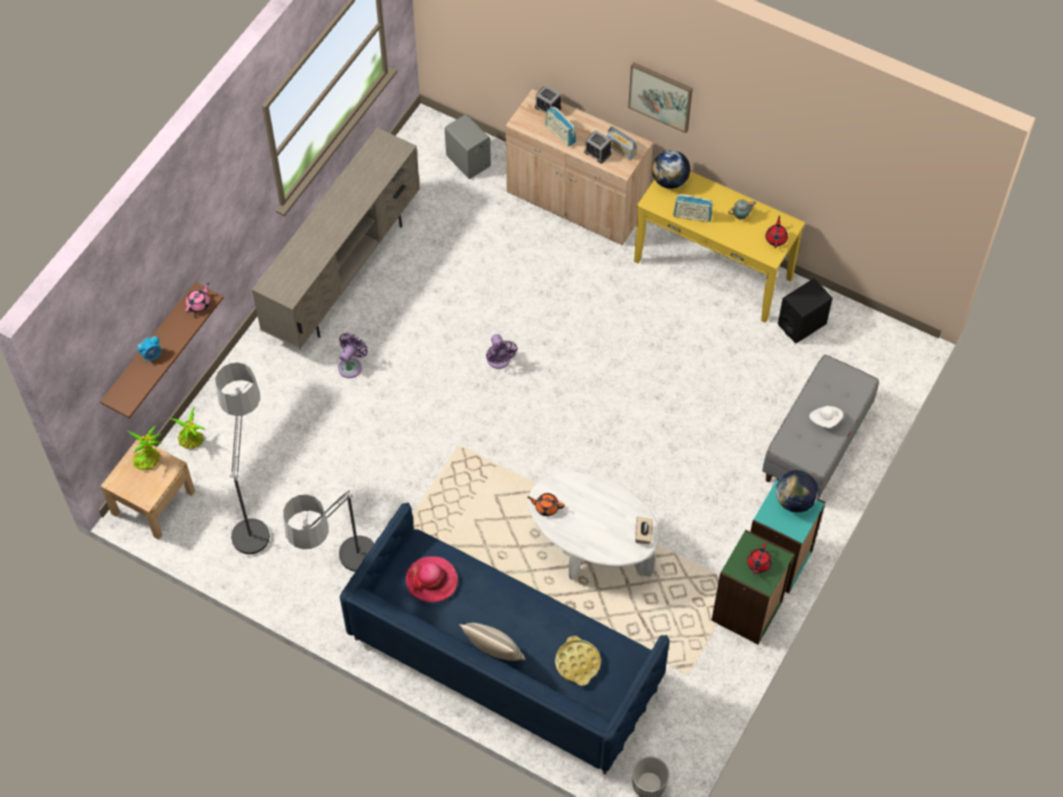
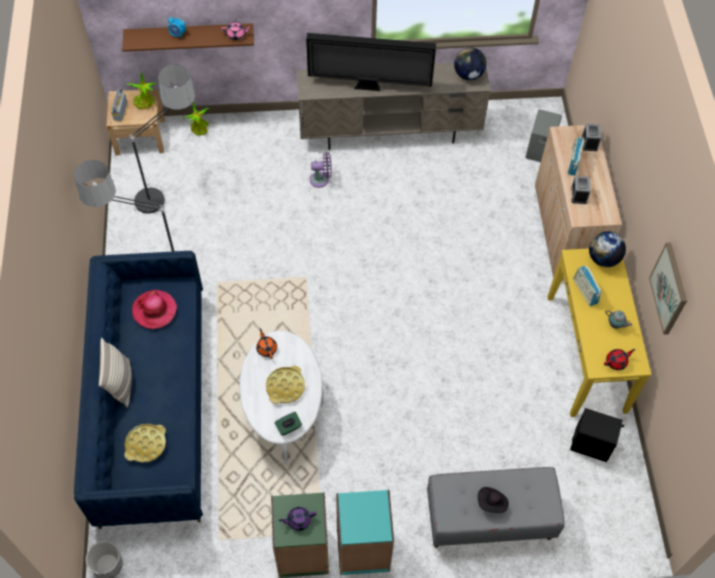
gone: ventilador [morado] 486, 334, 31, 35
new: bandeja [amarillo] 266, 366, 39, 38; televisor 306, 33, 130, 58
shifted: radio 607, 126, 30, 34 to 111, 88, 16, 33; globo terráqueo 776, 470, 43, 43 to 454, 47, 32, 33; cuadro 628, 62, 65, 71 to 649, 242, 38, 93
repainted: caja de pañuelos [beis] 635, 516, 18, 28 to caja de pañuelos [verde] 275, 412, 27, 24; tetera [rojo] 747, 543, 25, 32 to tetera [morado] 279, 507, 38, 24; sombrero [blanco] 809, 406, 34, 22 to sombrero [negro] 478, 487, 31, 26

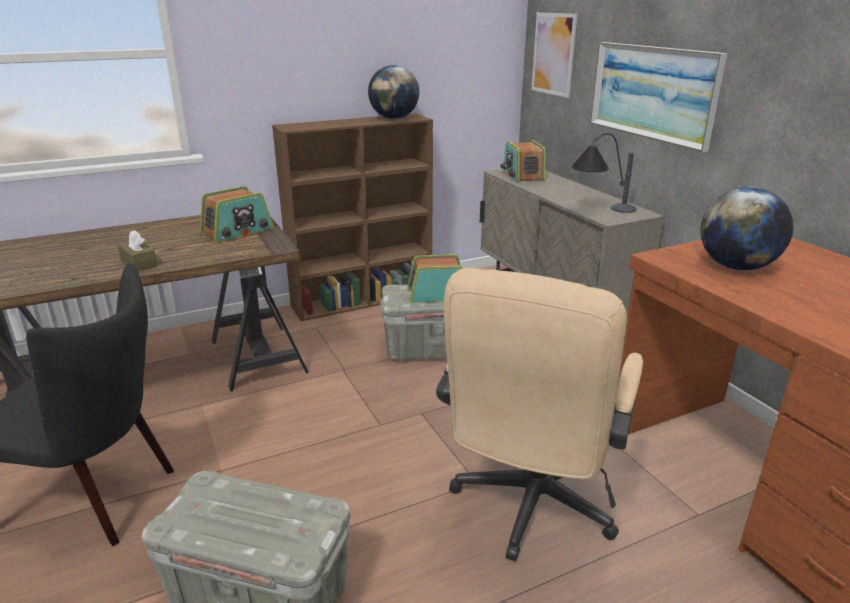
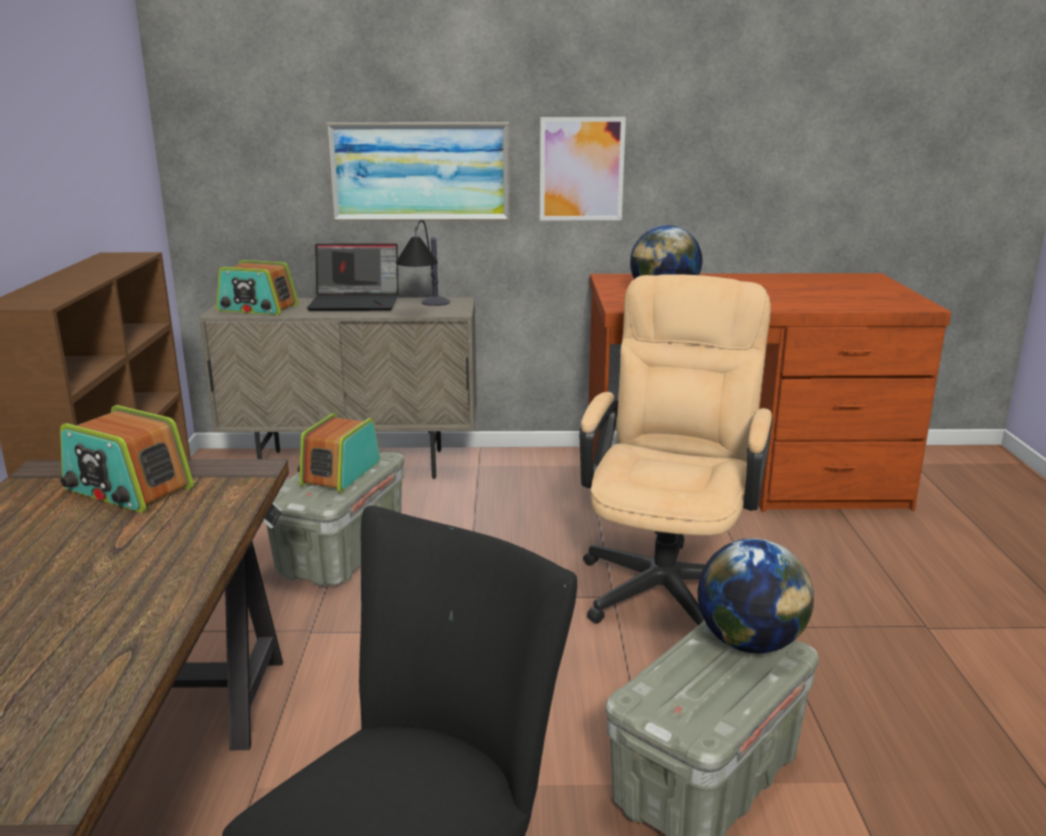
gone: caja de pañuelos [marrón] 118, 230, 40, 42
new: portátil 307, 243, 92, 68
shifted: cuadro 531, 12, 46, 86 to 540, 117, 86, 103; globo terráqueo 368, 65, 51, 54 to 697, 538, 117, 116
rotated: radio 200, 186, 73, 57 = 60, 405, 134, 107 135 degrees clockwise; silla de oficina [beis] 436, 268, 207, 293 = 579, 274, 194, 351 120 degrees counterclockwise

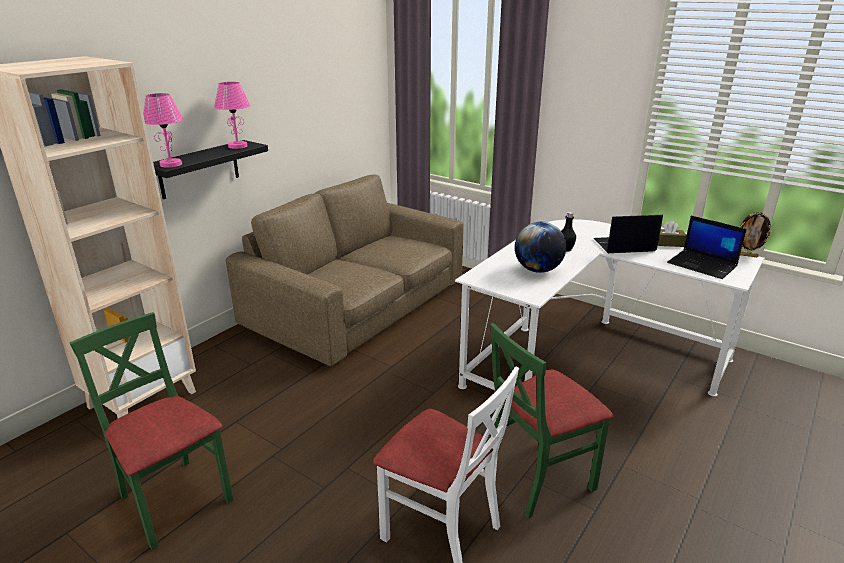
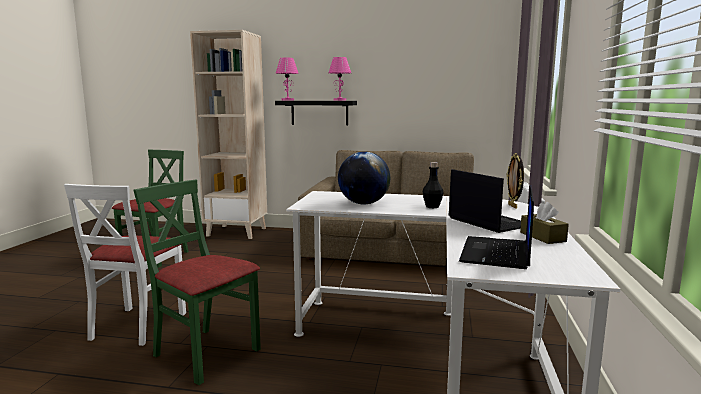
shifted: portarretratos 740, 211, 33, 46 to 507, 153, 17, 56

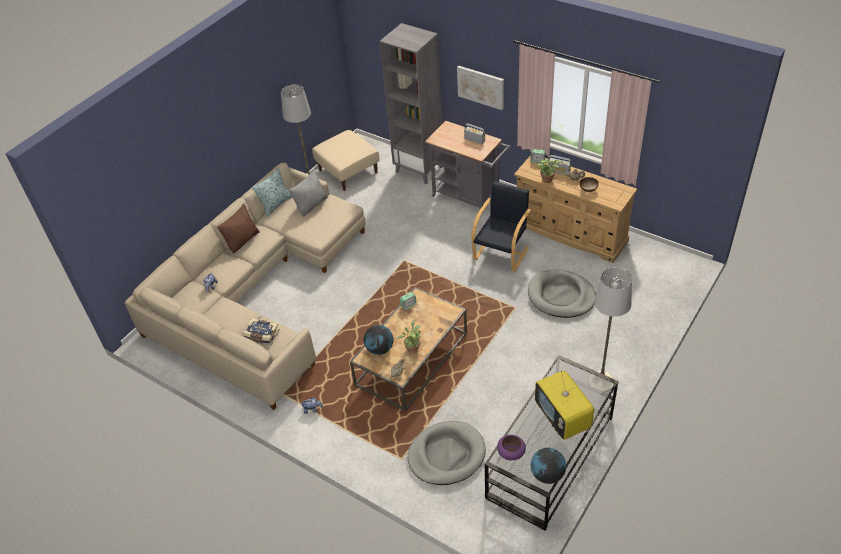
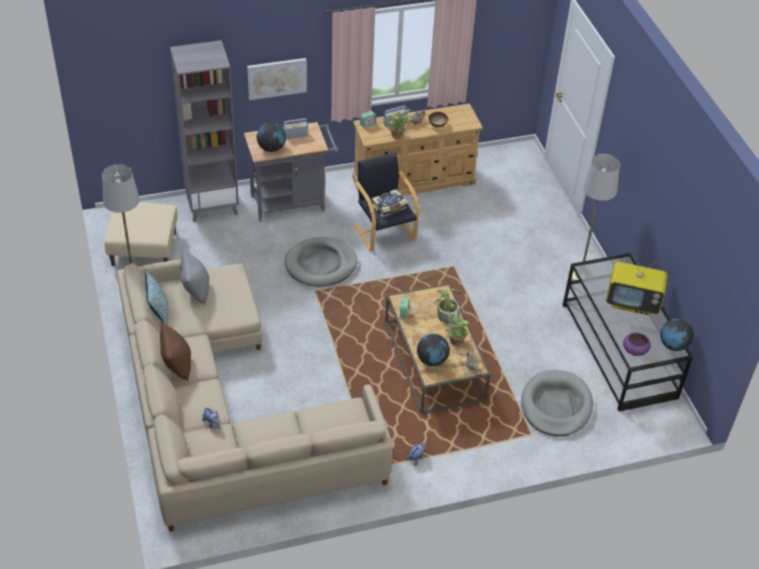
new: globo terráqueo 257, 122, 29, 30; planta en maceta 433, 288, 28, 36
shifted: cama para perro [gris] 528, 270, 68, 48 to 285, 237, 73, 50; libro 243, 318, 37, 27 to 372, 189, 35, 28

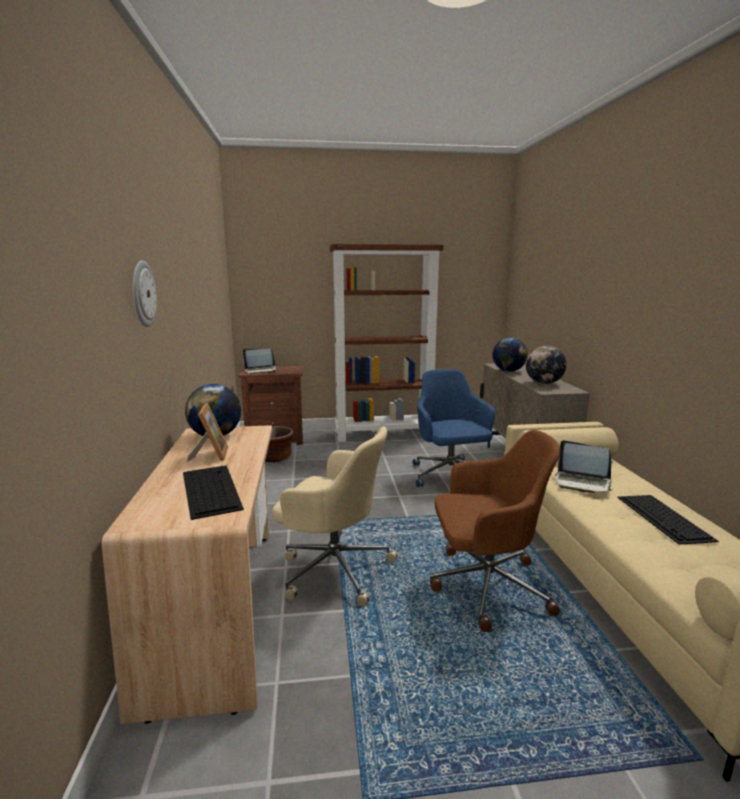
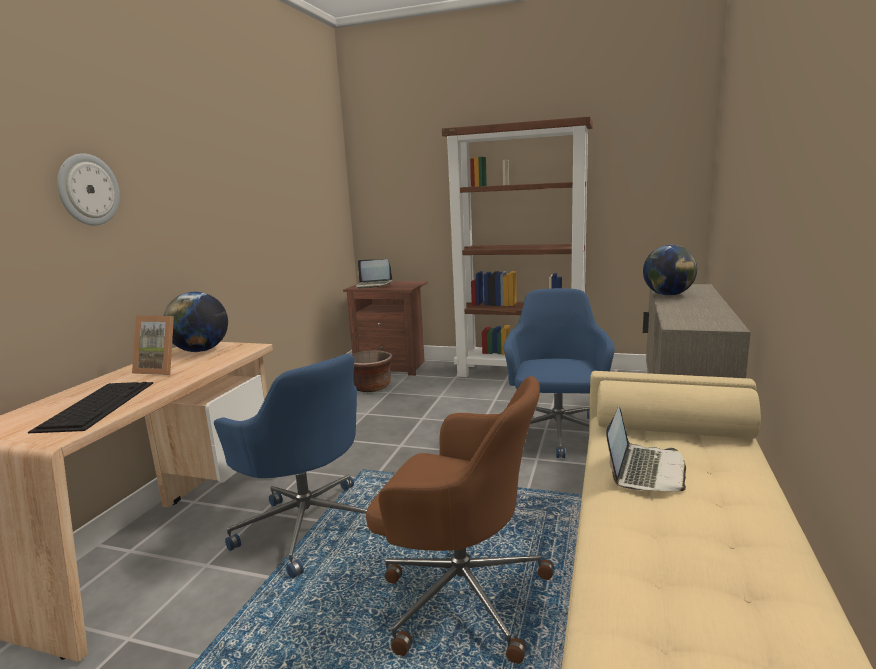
gone: globo terráqueo 526, 346, 40, 38; teclado 617, 495, 102, 50
repainted: silla de oficina [beis] 272, 426, 126, 181 to silla de oficina [azul] 214, 354, 153, 225
rotated: portarretratos 186, 403, 42, 59 = 132, 316, 42, 59 90 degrees clockwise; portátil 555, 440, 57, 53 = 606, 406, 80, 86 120 degrees counterclockwise

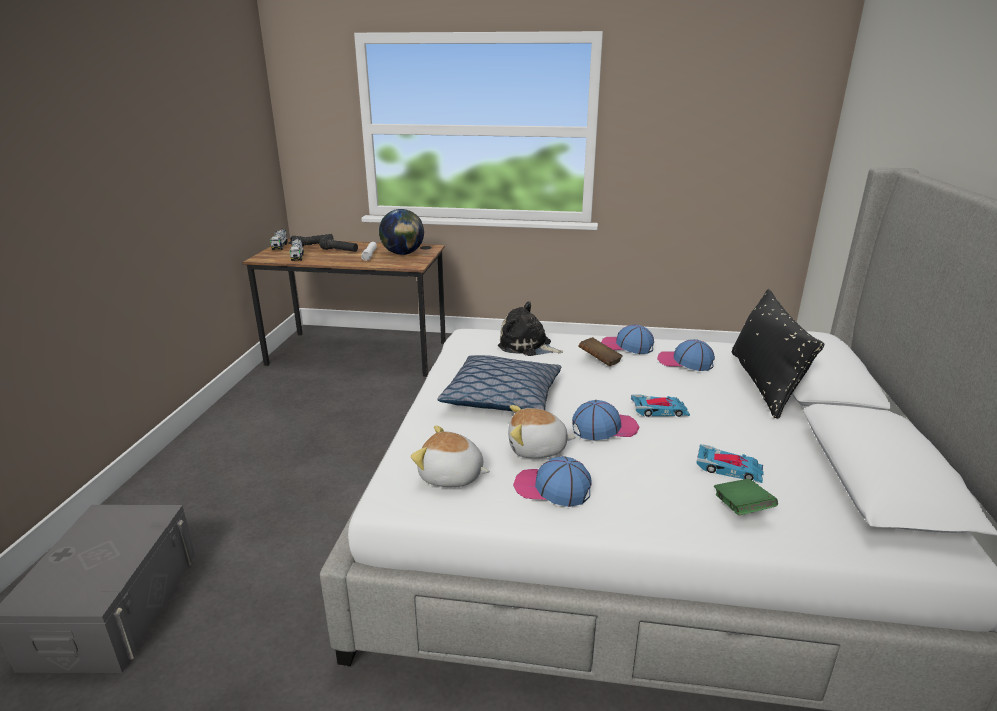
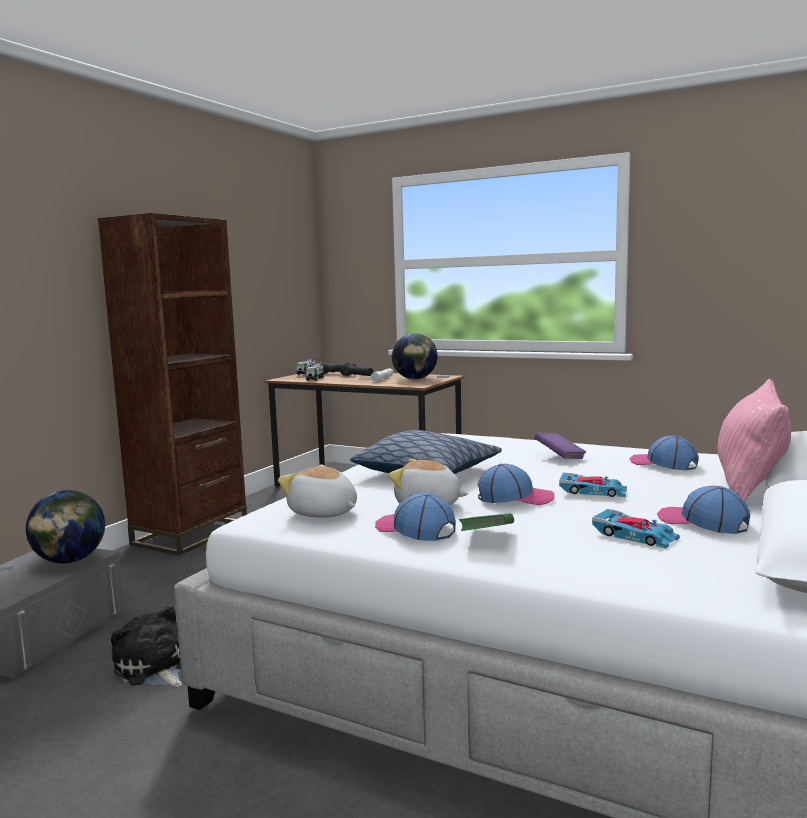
new: globo terráqueo 26, 490, 79, 74; estantería [marrón] 98, 213, 149, 342
shifted: peluche 498, 301, 65, 55 to 111, 605, 71, 82; libro [verde] 714, 479, 64, 36 to 459, 514, 55, 17; gorra 601, 324, 53, 30 to 657, 486, 93, 48
repainted: libro [marrón] 578, 337, 45, 29 to libro [morado] 534, 433, 52, 26; cojín [negro] 732, 289, 92, 130 to cojín [rosa] 718, 379, 73, 122

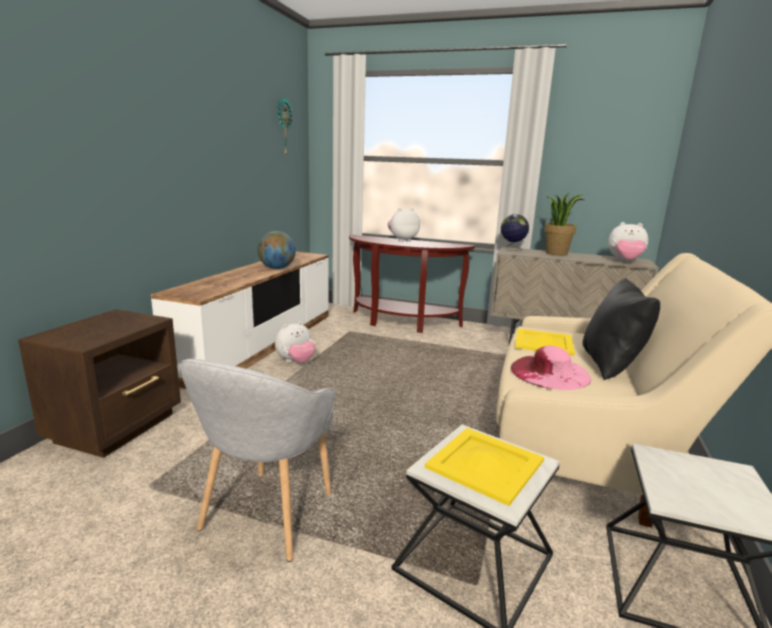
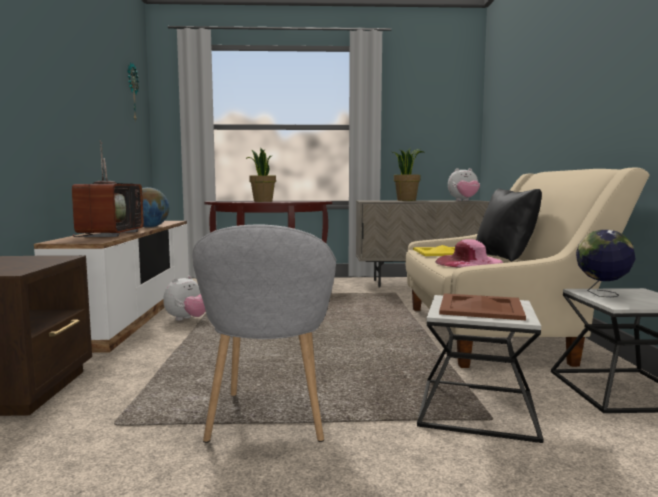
new: televisor 72, 140, 72, 97
shifted: globo terráqueo 501, 214, 28, 37 to 576, 230, 60, 67
swapped: peluche 388, 208, 32, 34 to planta en maceta 246, 148, 30, 54
repainted: bandeja [amarillo] 425, 428, 119, 78 to bandeja [marrón] 439, 293, 87, 27

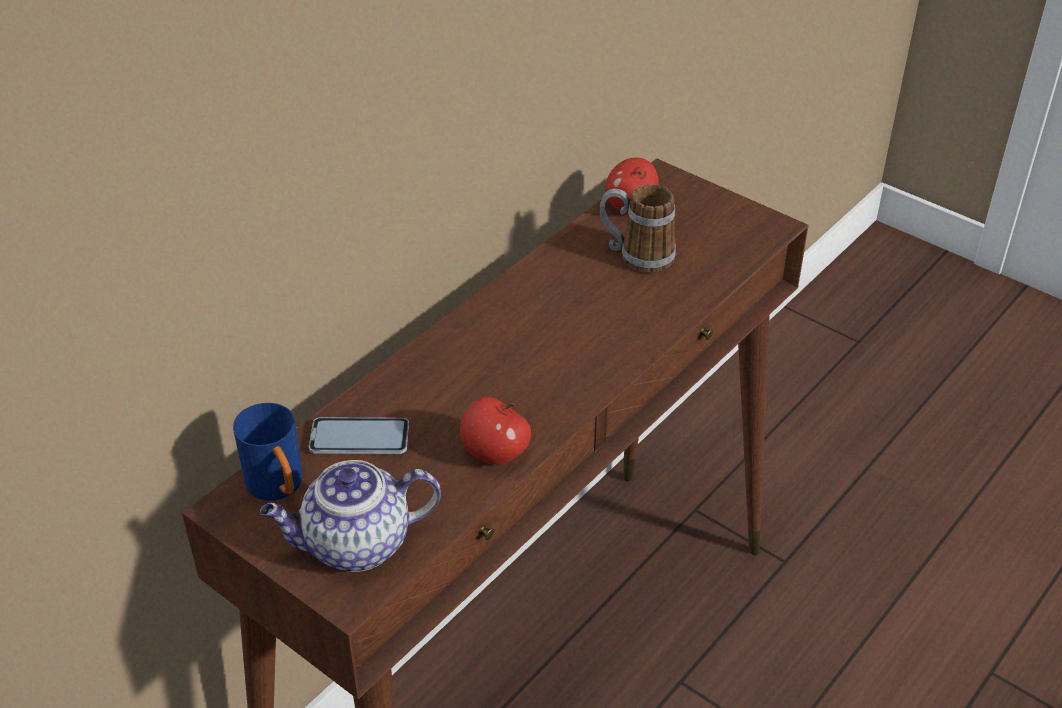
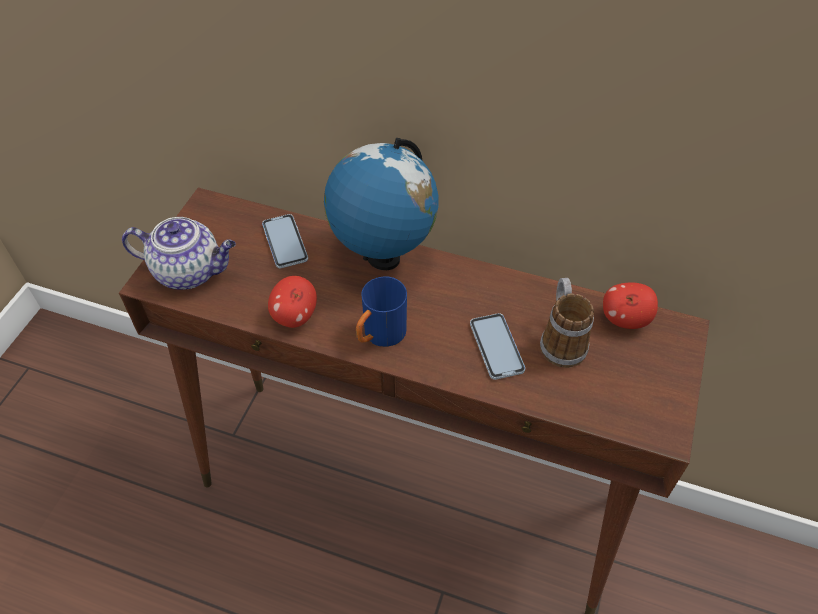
new: globo terráqueo 324, 138, 115, 132; móvil 470, 313, 55, 67
shifted: taza grande [azul] 233, 403, 70, 98 to 356, 276, 51, 71
rotated: tetera 260, 460, 181, 112 = 122, 217, 114, 73 135 degrees clockwise

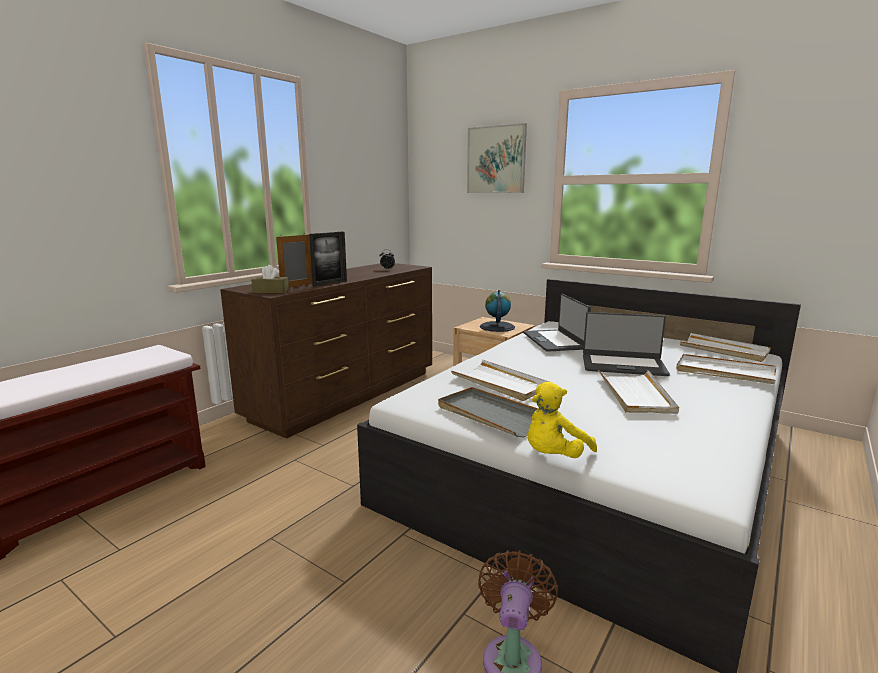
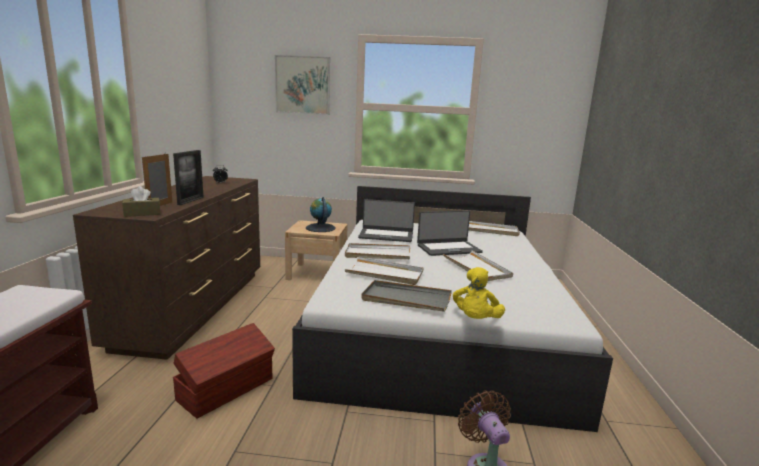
new: caja de almacenaje [marrón] 173, 323, 102, 96
shifted: bandeja [blanco] 676, 354, 101, 30 to 345, 243, 65, 16
rotated: portátil 523, 294, 68, 58 = 358, 199, 57, 43 45 degrees counterclockwise

